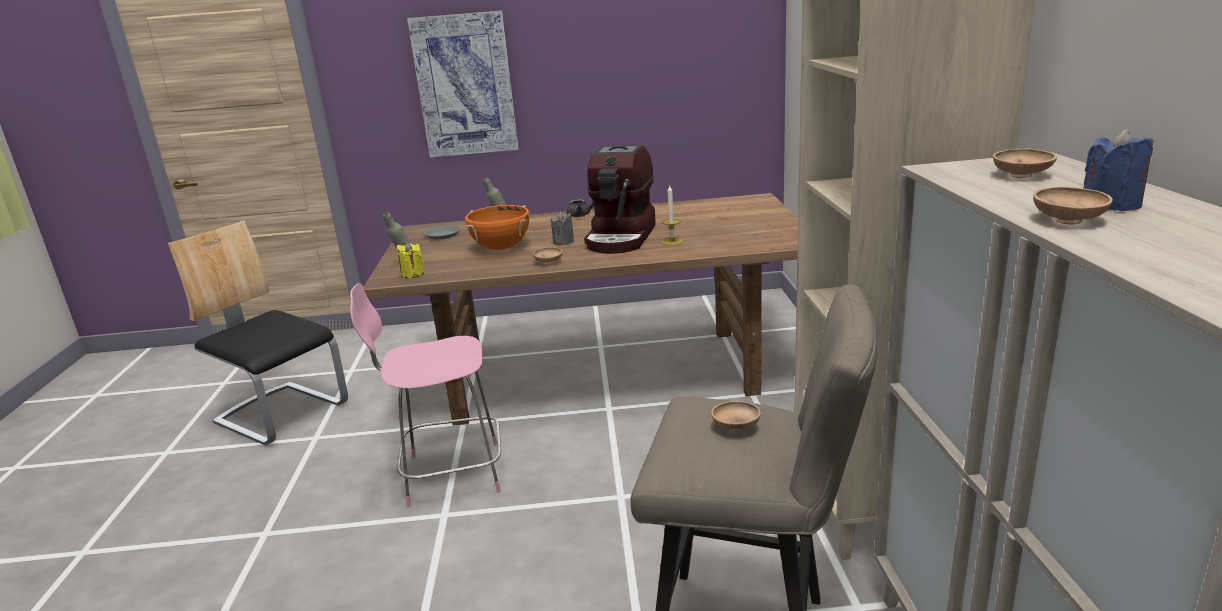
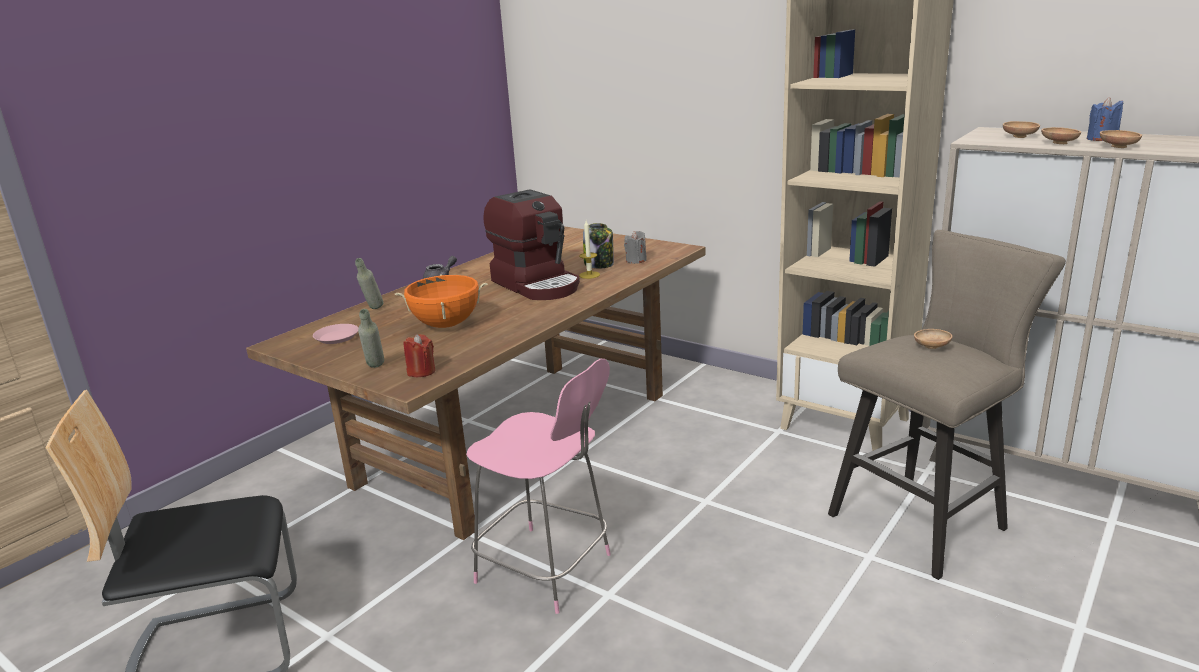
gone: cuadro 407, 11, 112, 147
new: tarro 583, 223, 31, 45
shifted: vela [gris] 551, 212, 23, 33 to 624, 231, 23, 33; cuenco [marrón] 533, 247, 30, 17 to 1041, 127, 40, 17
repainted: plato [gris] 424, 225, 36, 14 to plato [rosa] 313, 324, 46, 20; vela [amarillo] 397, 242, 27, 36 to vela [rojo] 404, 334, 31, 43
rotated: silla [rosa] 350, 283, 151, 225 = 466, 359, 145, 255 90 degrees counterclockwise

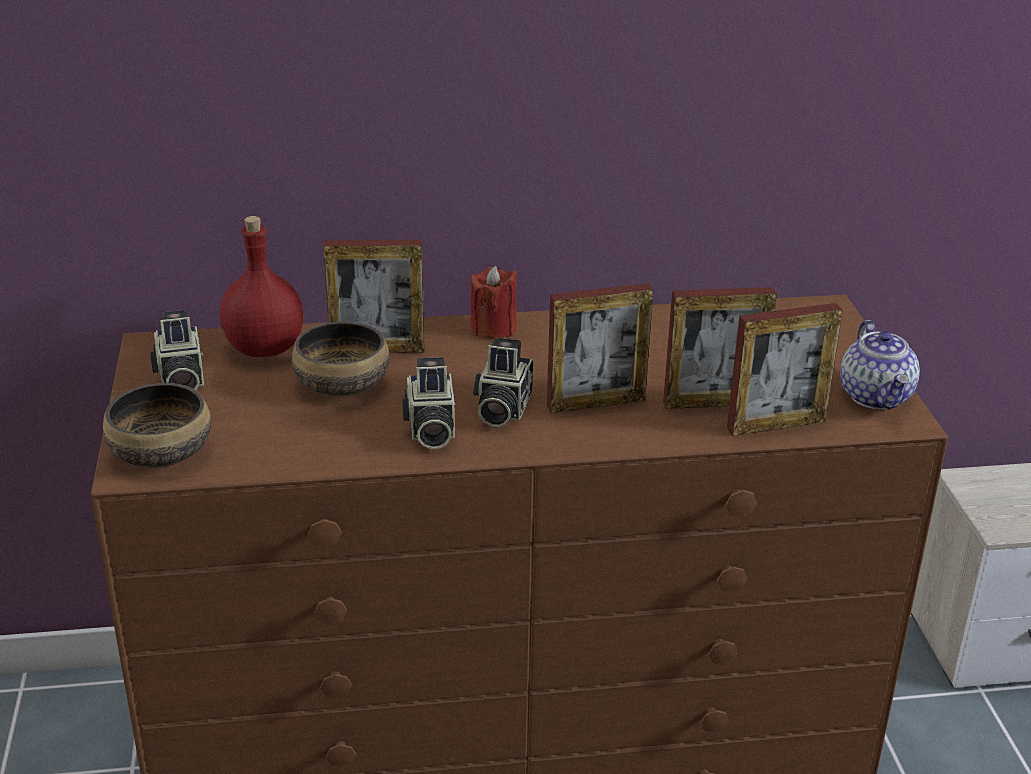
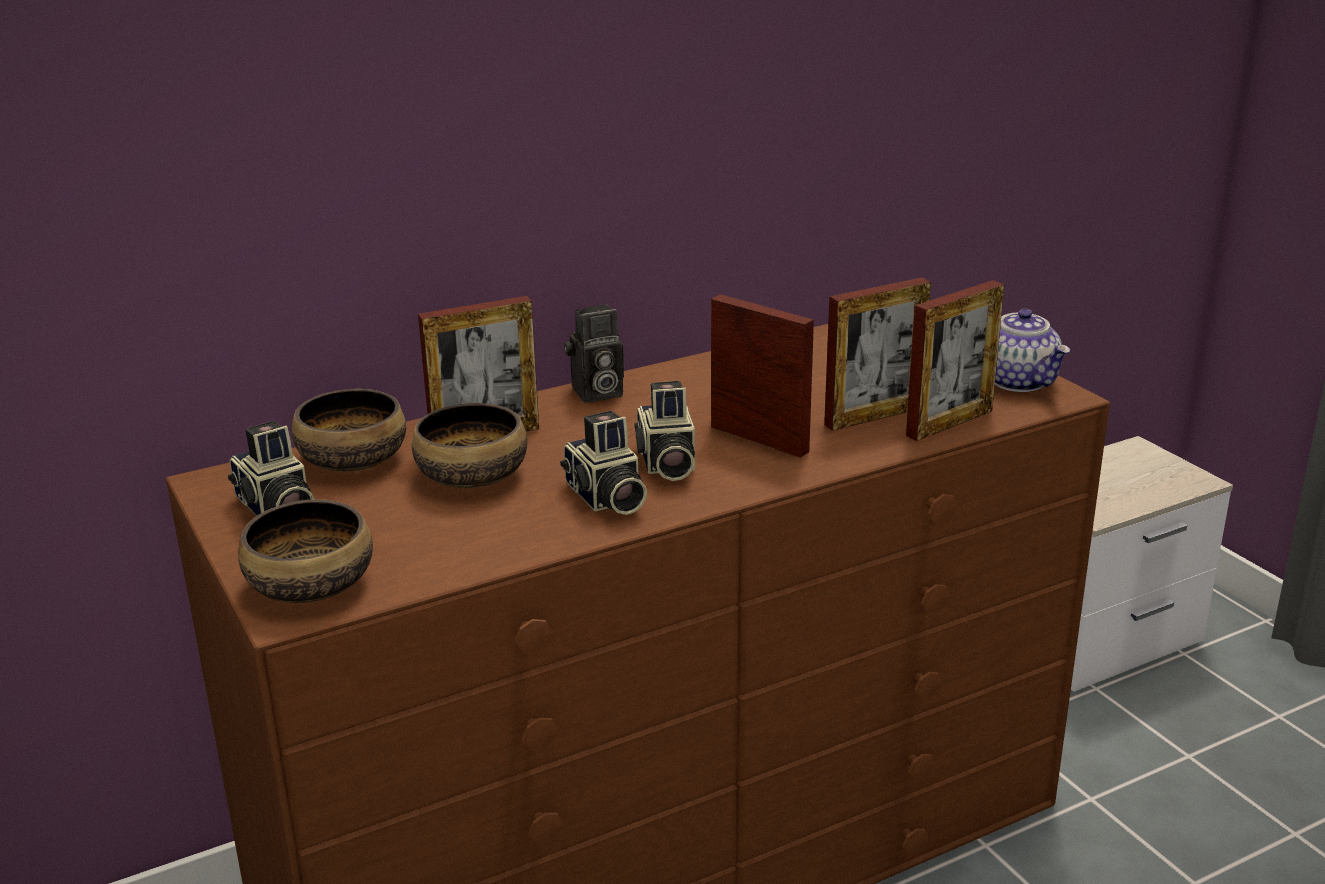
swapped: botella [rojo] 220, 216, 83, 141 to cuenco 292, 389, 114, 83; vela [rojo] 470, 266, 48, 73 to cámara 564, 305, 60, 98
rotated: portarretratos 547, 283, 106, 130 = 711, 294, 103, 164 105 degrees counterclockwise

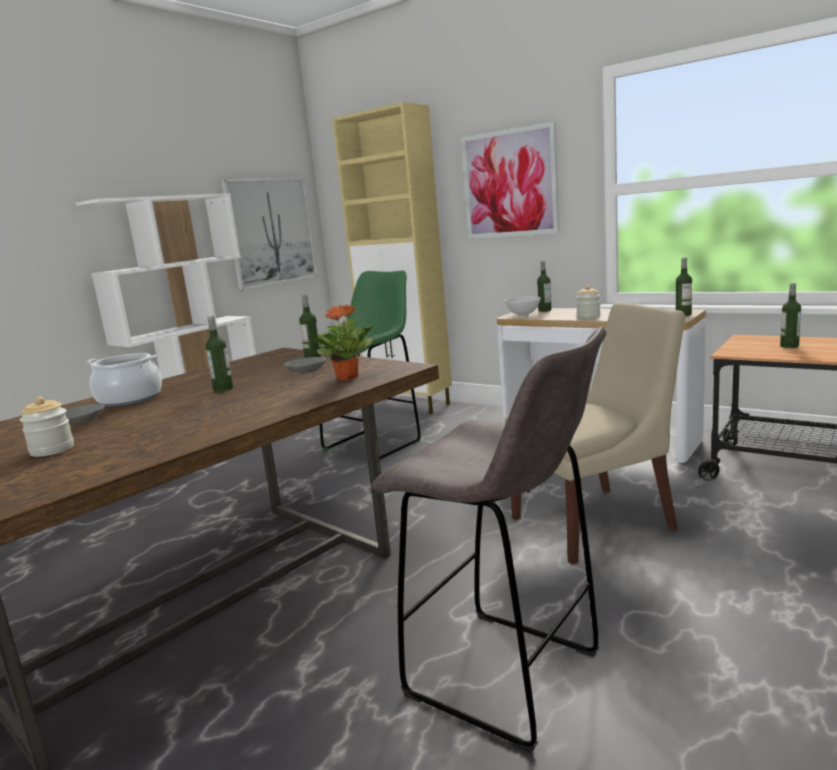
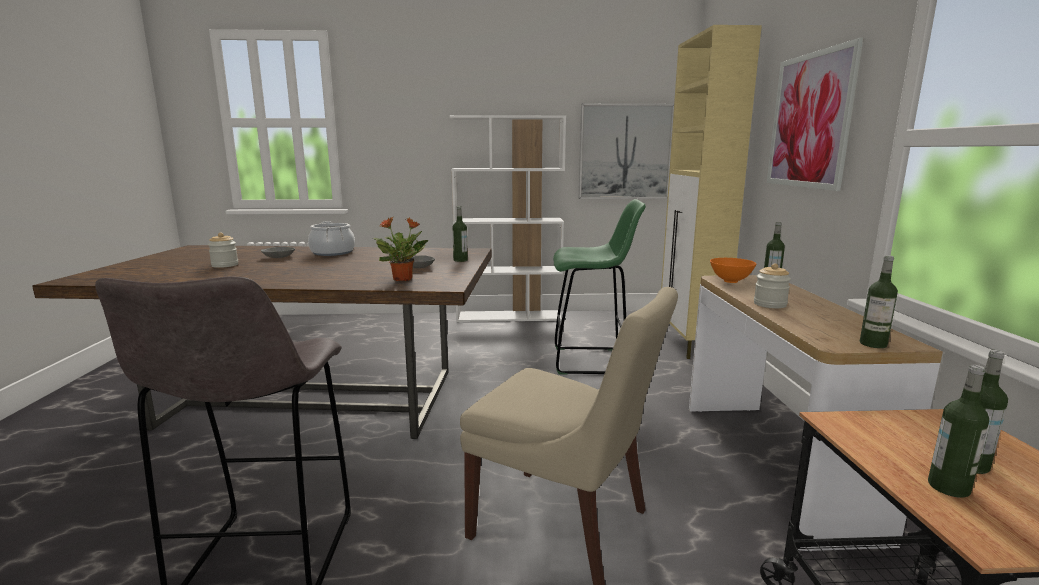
shifted: botella 206, 316, 27, 76 to 928, 365, 61, 133
repainted: cuenco [blanco] 505, 296, 36, 21 to cuenco [naranja] 710, 258, 46, 25

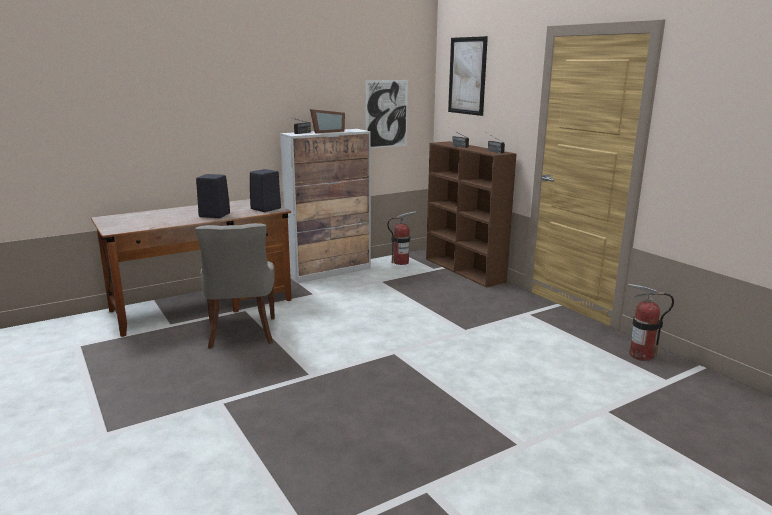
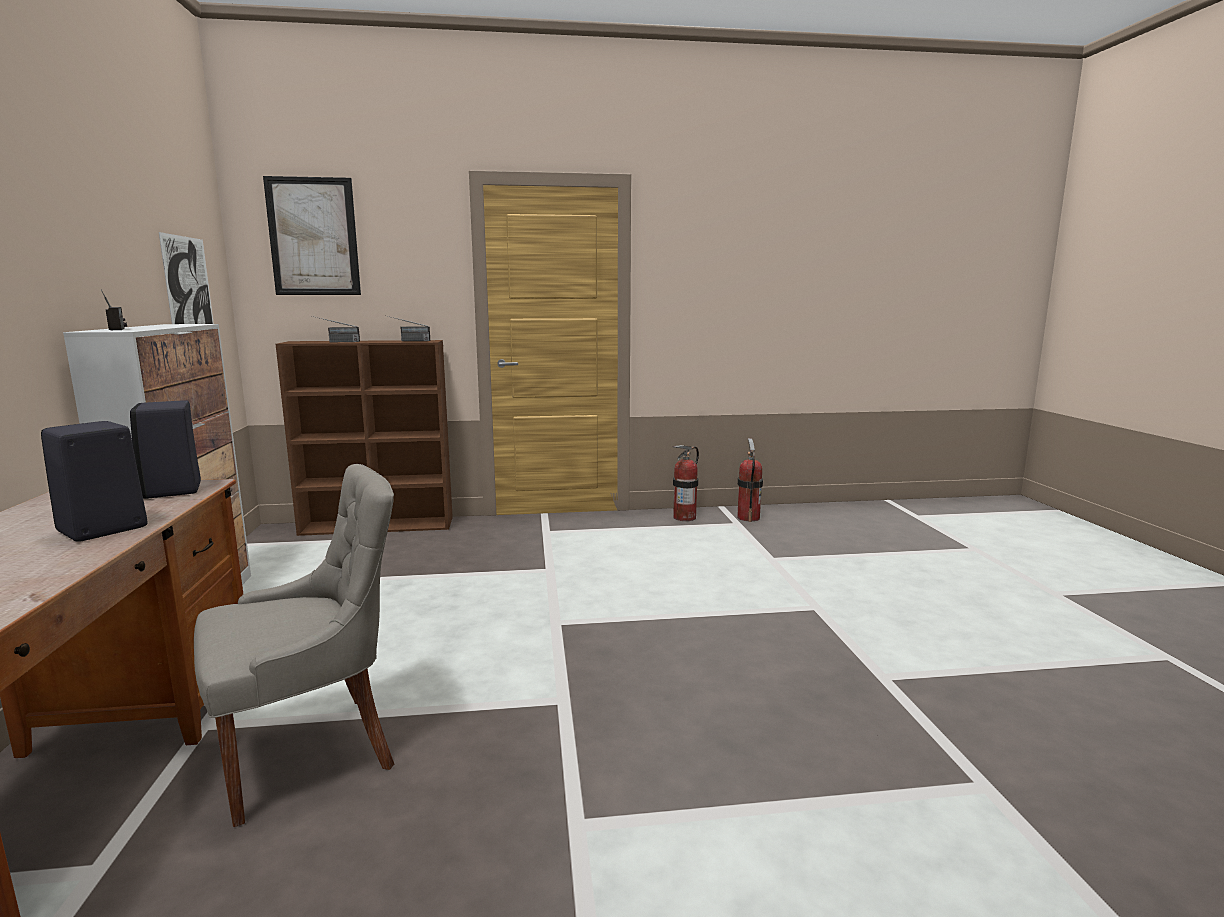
gone: portarretratos 310, 109, 35, 24
shifted: extintor 387, 211, 29, 54 to 737, 438, 26, 84
rotated: silla [gris] 195, 223, 80, 126 = 194, 464, 200, 363 45 degrees counterclockwise

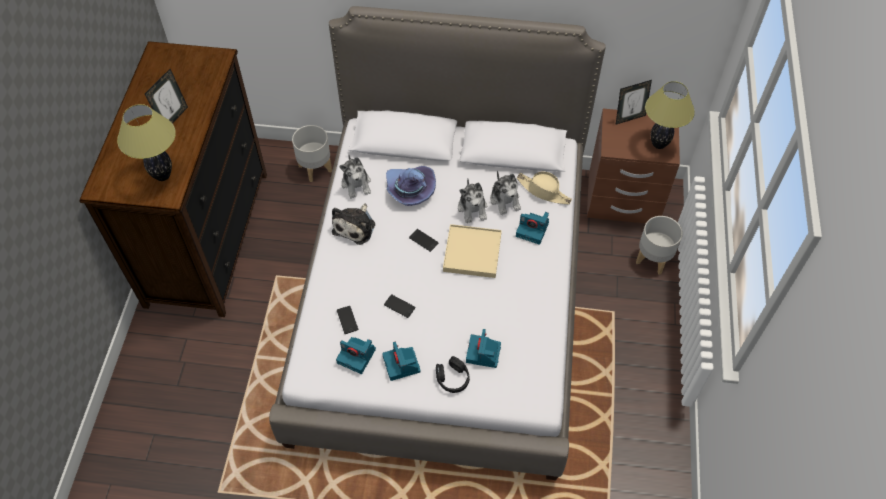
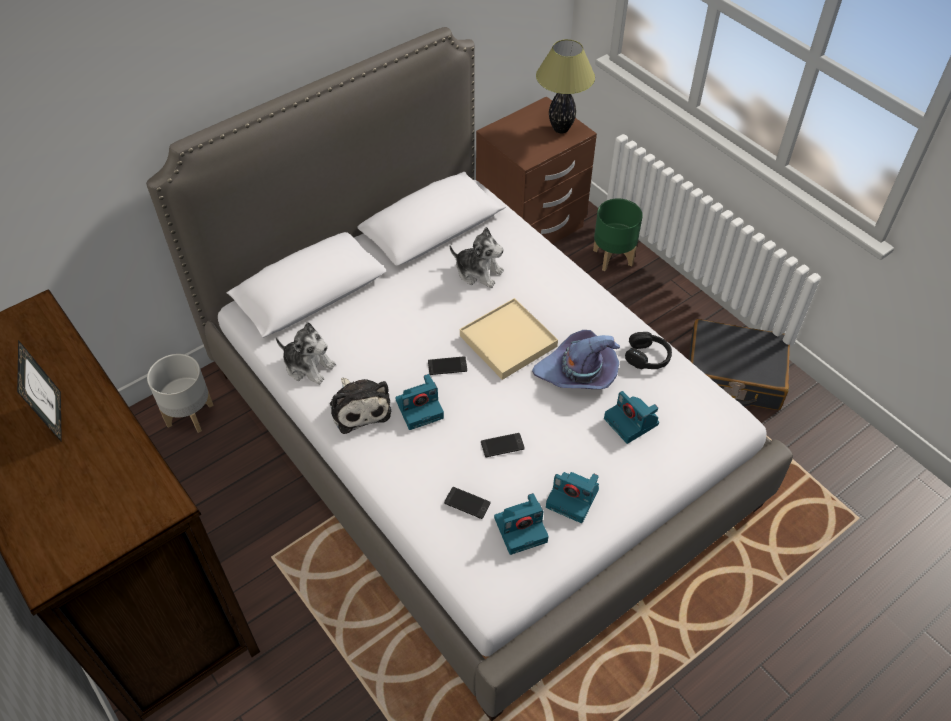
gone: lámpara de mesa 117, 104, 59, 77; peluche 458, 179, 29, 44; sombrero [beis] 517, 171, 55, 33; portarretratos 616, 80, 36, 45
new: maleta [negro] 688, 319, 102, 91
shifted: cámara 516, 212, 33, 33 to 395, 374, 49, 56; sombrero [morado] 386, 166, 50, 40 to 532, 330, 88, 59; auriculares [negro] 436, 356, 34, 37 to 625, 332, 47, 37
repainted: maceta [gris] 636, 216, 47, 59 to maceta [verde] 593, 198, 50, 73

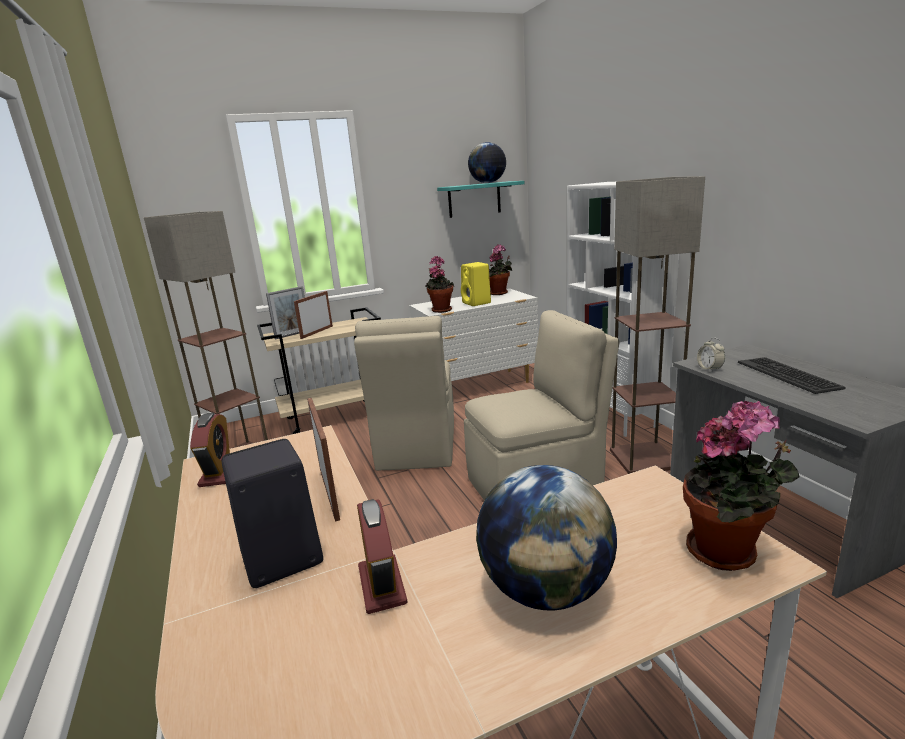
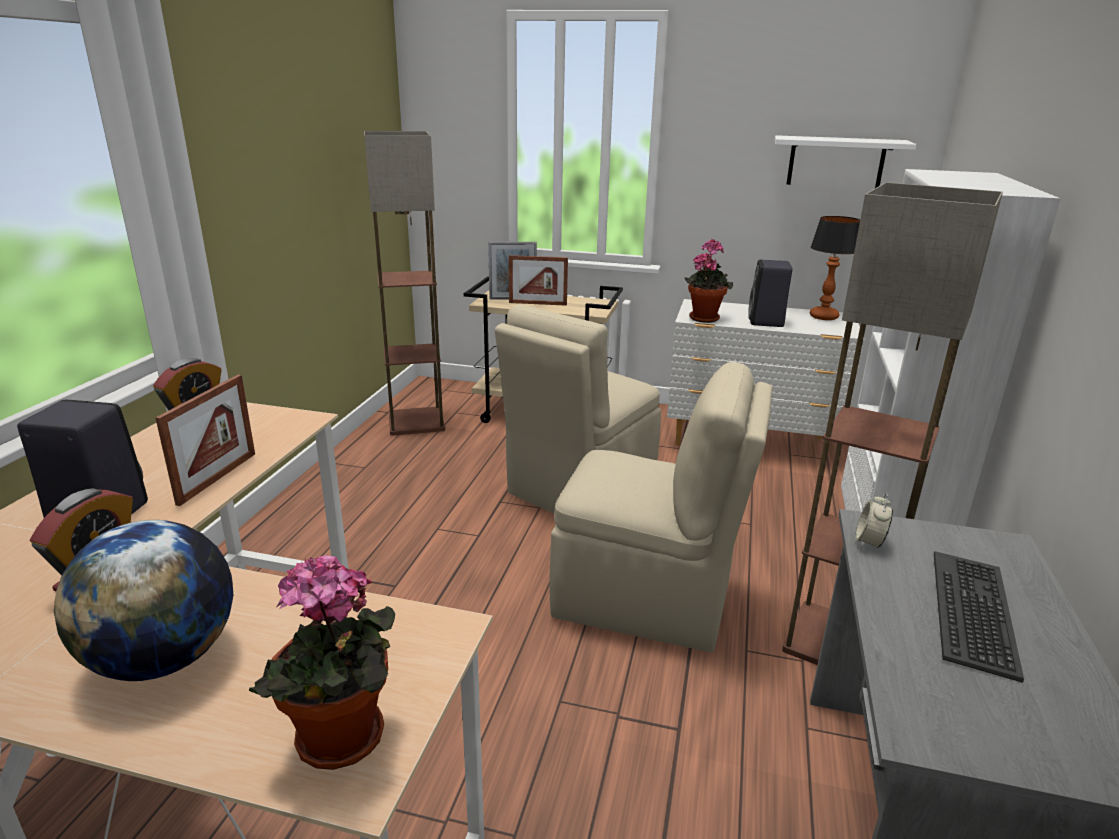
gone: globo terráqueo 468, 142, 38, 41
swapped: planta en maceta 489, 244, 23, 51 to lámpara de mesa 810, 216, 50, 104
repainted: altavoz [amarillo] 461, 262, 30, 44 to altavoz [negro] 748, 260, 44, 67; estante [turquesa] 437, 181, 87, 37 to estante [blanco] 775, 135, 142, 53
rotated: portarretratos 294, 291, 39, 48 = 509, 255, 59, 51 150 degrees counterclockwise

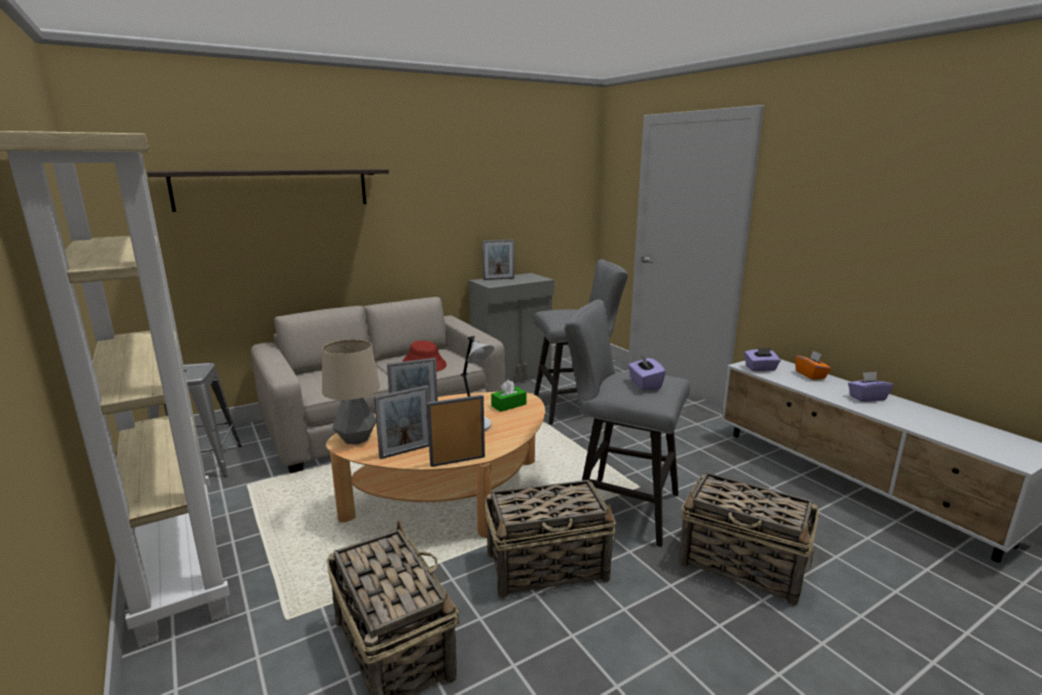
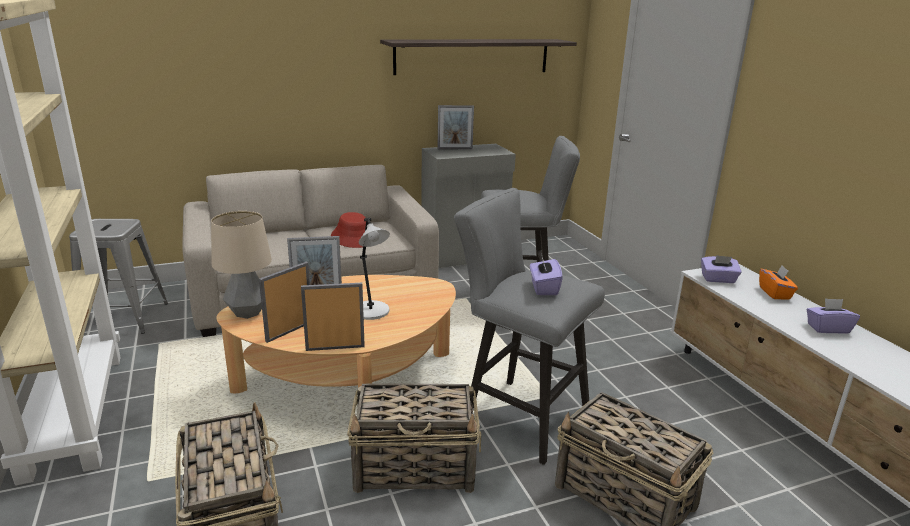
gone: caja de pañuelos [verde] 491, 380, 36, 32
shifted: estante 147, 169, 242, 43 to 380, 39, 197, 36
rotated: portarretratos 374, 385, 55, 74 = 259, 262, 51, 81 150 degrees clockwise

